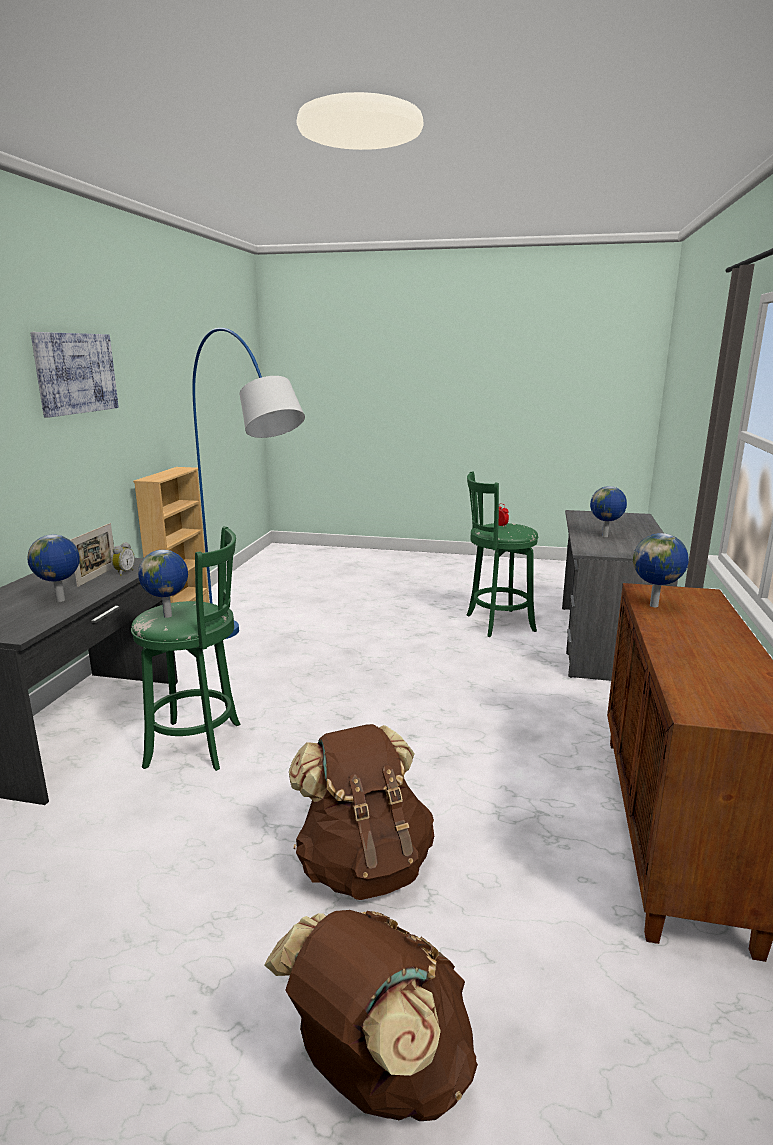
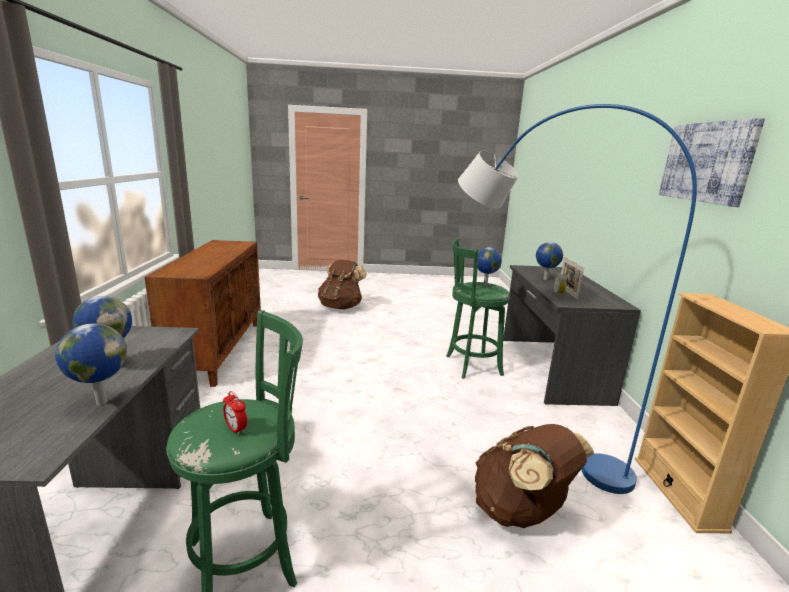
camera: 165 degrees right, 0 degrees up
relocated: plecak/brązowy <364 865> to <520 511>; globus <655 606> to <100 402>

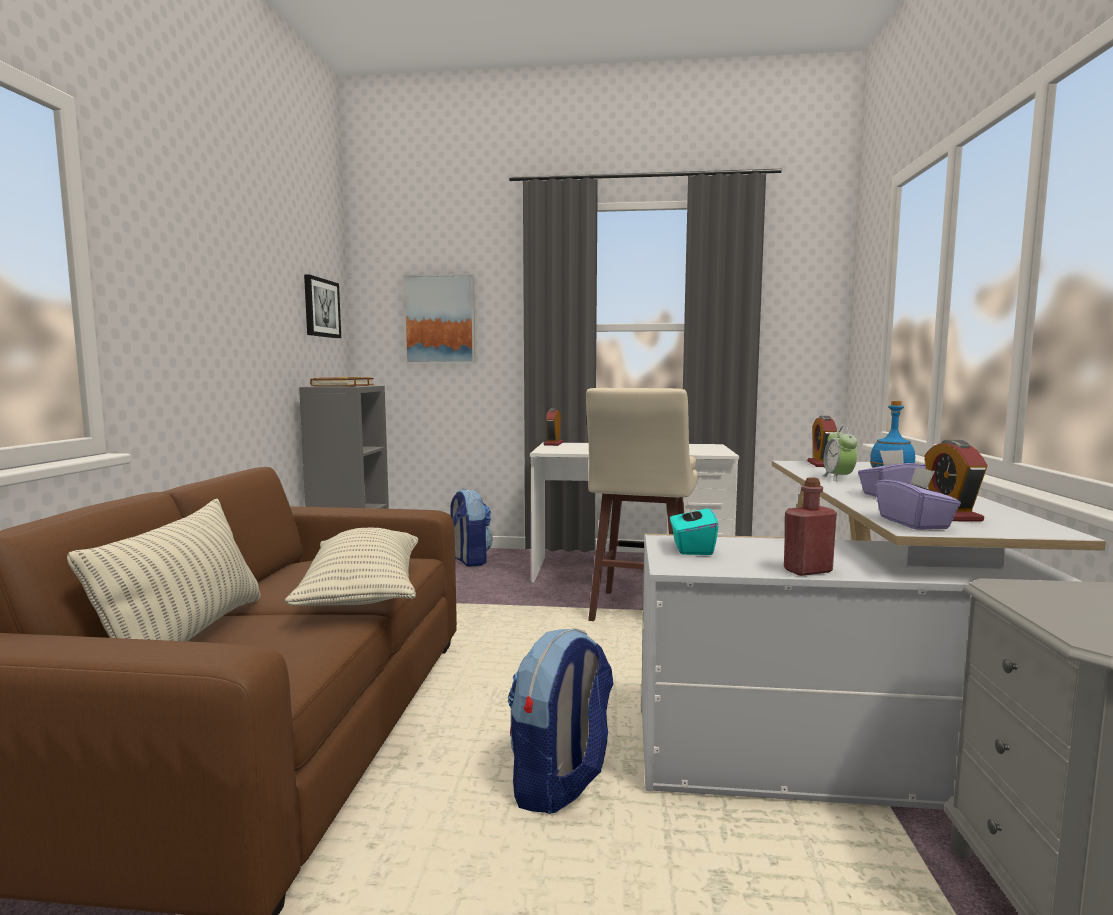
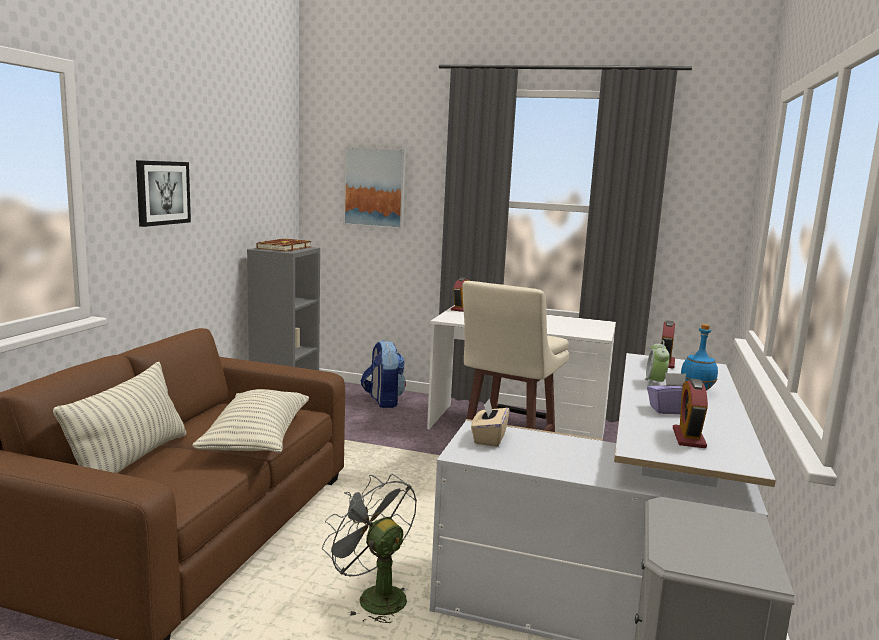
camera: 10 degrees right, 5 degrees up
missing: butelka/czerwony <807 571>; pudełko chusteczek/fioletowy <914 523>
relocated: obraz <321 308> to <162 192>
exchanged: plecak <561 784> to wentylator/szary <373 597>
colour: pudełko chusteczek/turkusowy <692 548> to pudełko chusteczek/beżowy <489 438>

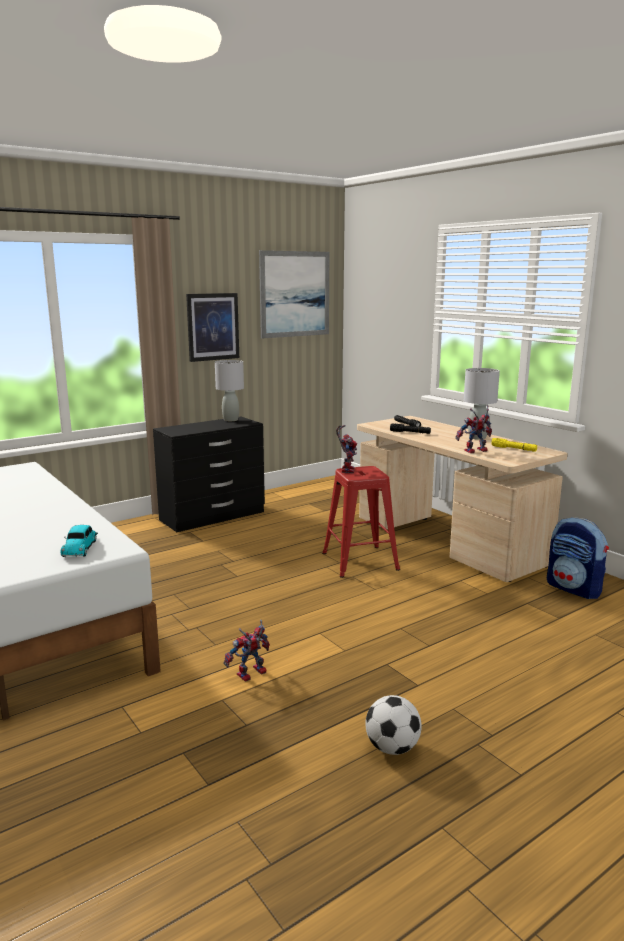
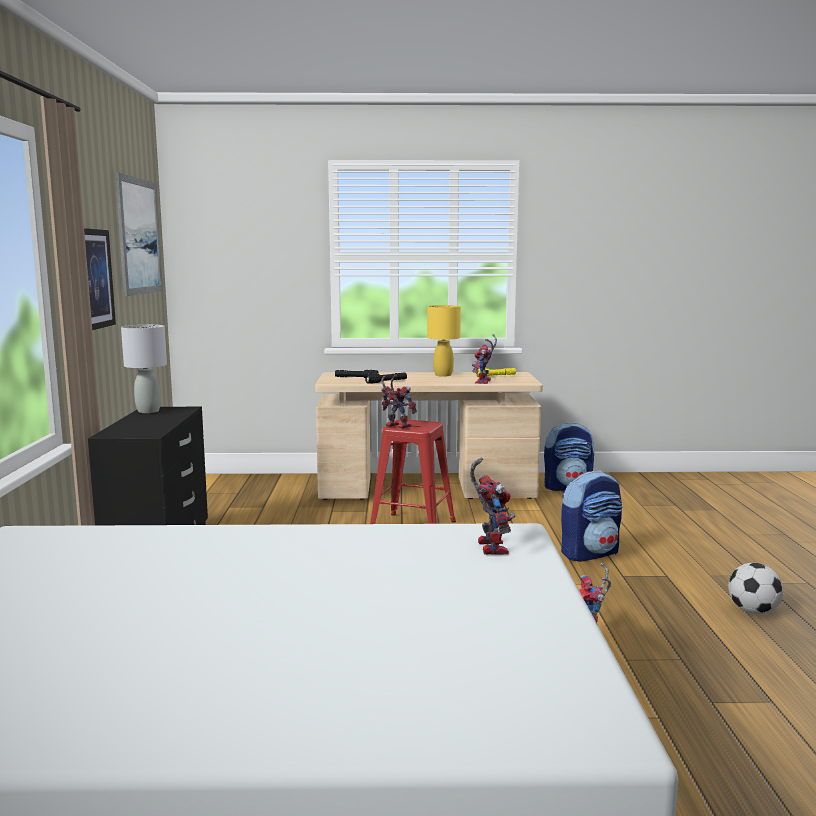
camera: 55 degrees left, 5 degrees down
appeared: plecak <590 553>
exchanged: samochodzik <80 548> to robot zabawkowy <488 546>
colour: lampa stołowa/szary <477 437> to lampa stołowa/żółty <442 375>

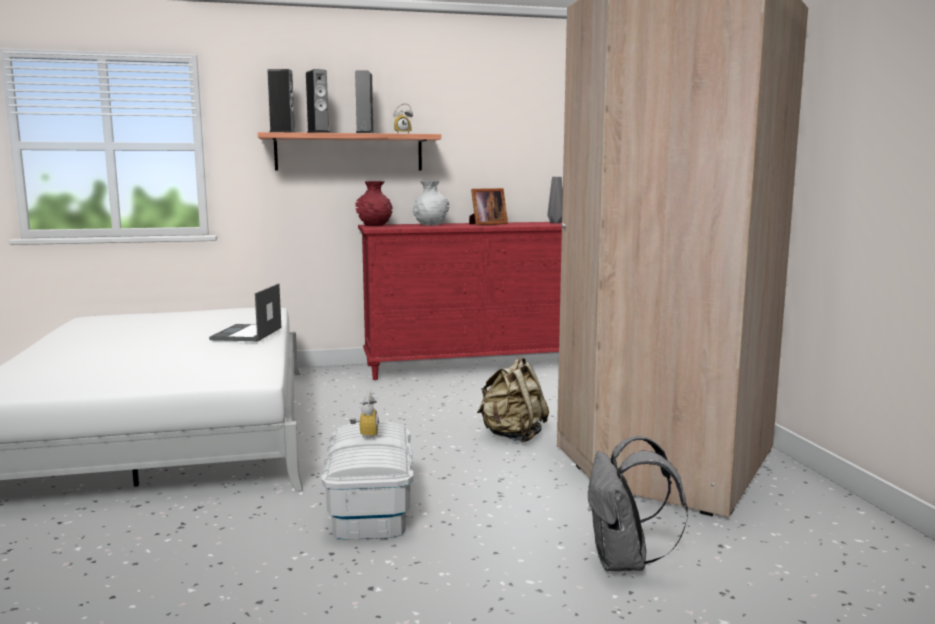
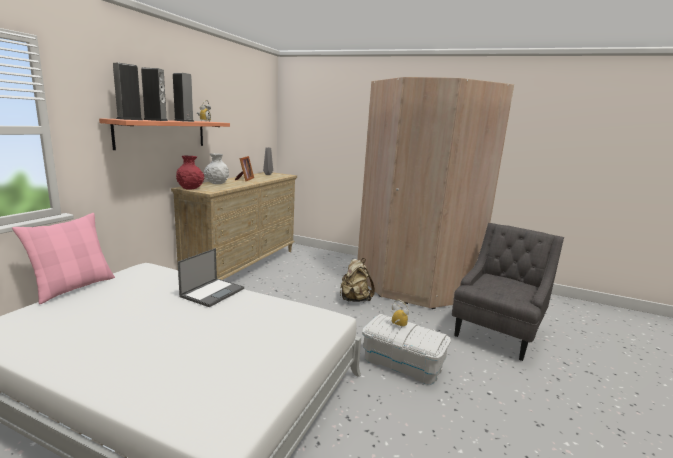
camera: 55 degrees left, 5 degrees up
appeared: poduszka/różowy <73 287>
exchanged: plecak/szary <624 562> to fotel/szary <497 332>
colour: komoda/czerwony <478 366> to komoda/beżowy <244 266>
spun: laptop <247 334> = <213 292> 105 degrees counterclockwise

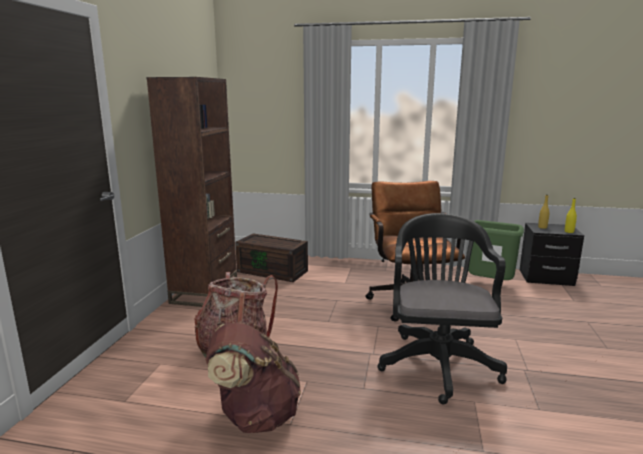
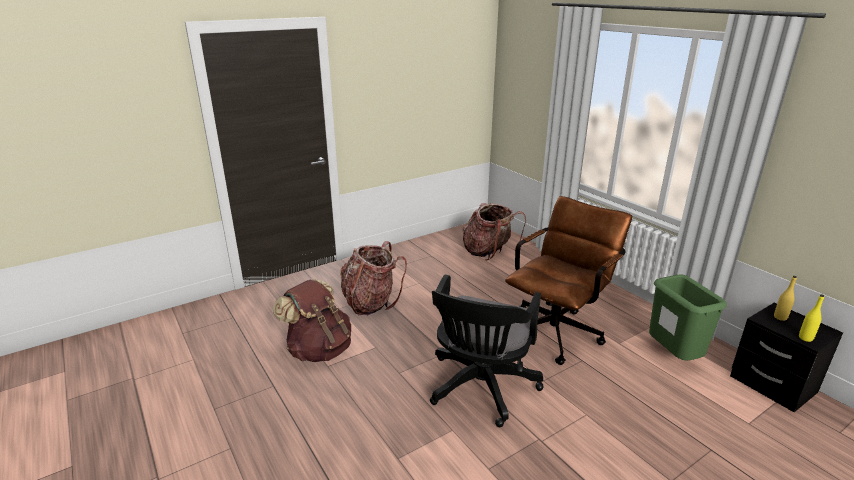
camera: 45 degrees right, 10 degrees up
missing: regał/brązowy <205 292>
exchanged: pojemnik do przechowywania/brązowy <273 271> to plecak <489 252>
spun: krzesło biurowe/czarny <438 362> = <480 389> 150 degrees clockwise

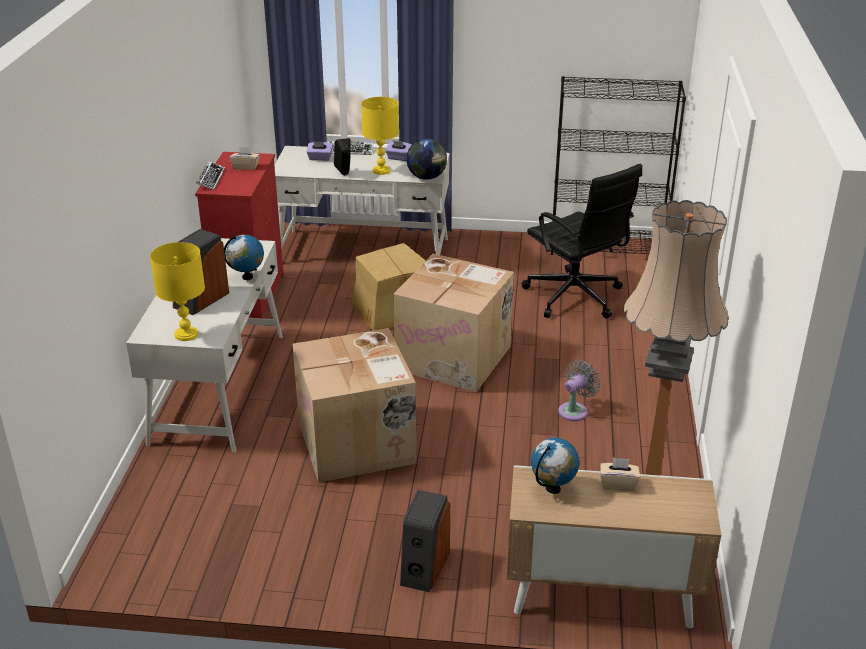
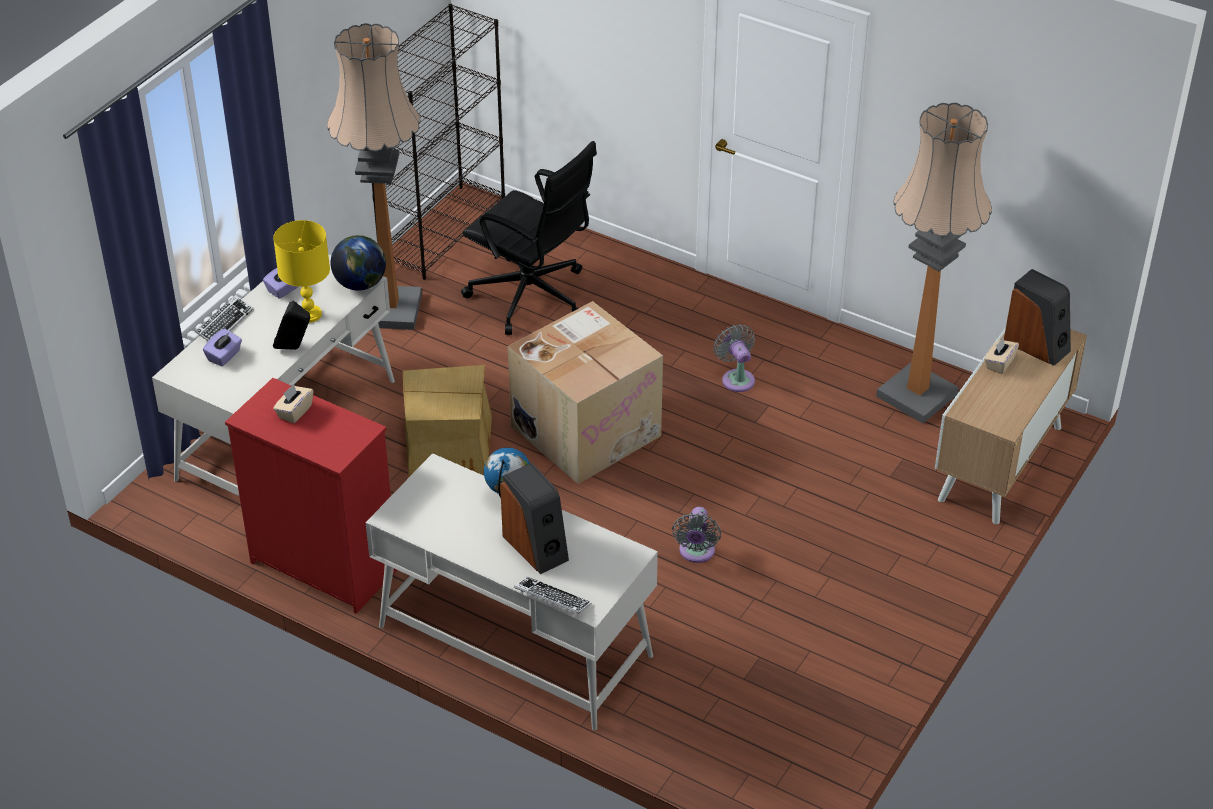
camera: 65 degrees left, 10 degrees up
missing: lampa stołowa/żółty <186 334>; globus <553 489>
appeared: lampa stojąca <390 310>
relocated: klawiatura <210 179> to <552 599>; głośnik <424 567> to <1037 345>
exchanged: karton <358 443> to wentylator/szary <696 553>
spun: krzesło biurowe/czarny <575 298> = <532 297> 45 degrees clockwise

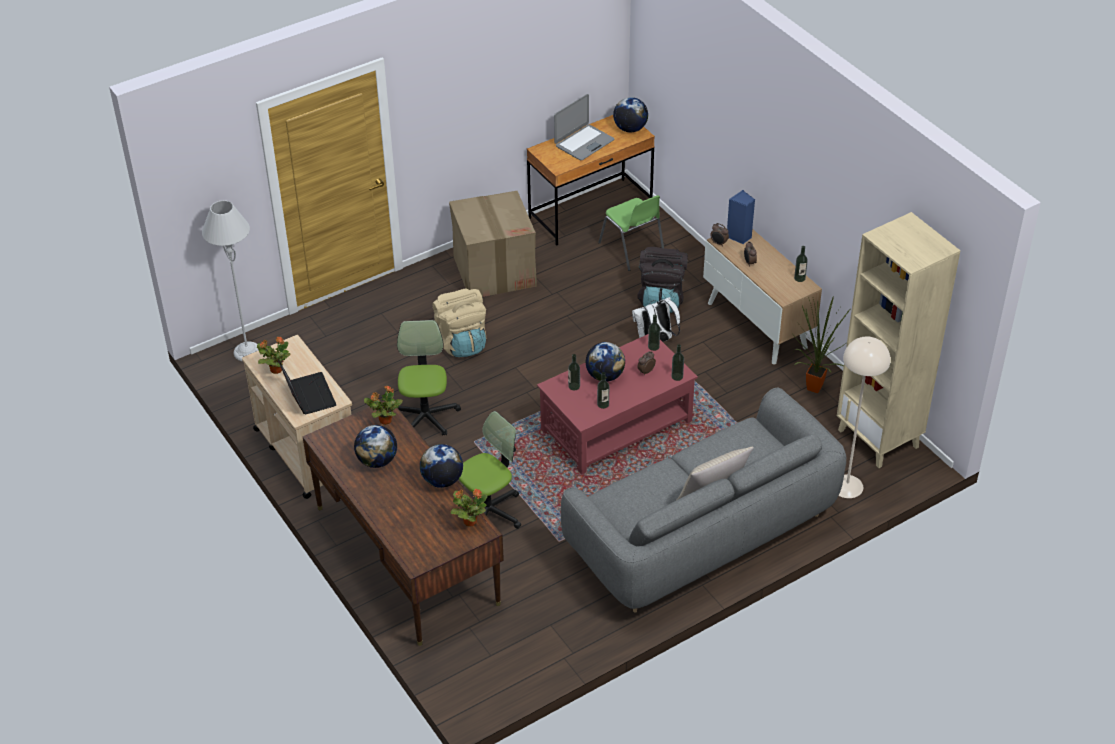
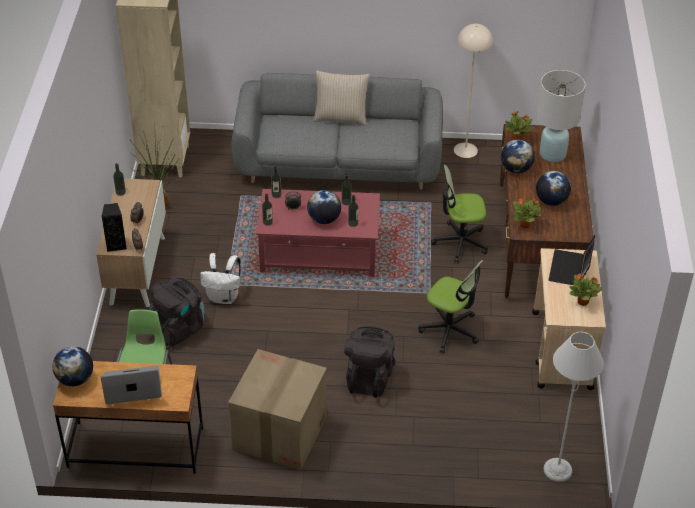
camera: 145 degrees left, 0 degrees up
appeared: lampa stołowa/biały <552 154>
relocated: lampa stojąca/beżowy <847 486> to <466 150>
colour: plecak/beżowy <462 342> to plecak/czarny <369 378>; głośnik/niebieski <739 237> to głośnik/czarny <116 244>
spun: krzesło biurowe <425 417> = <450 330> 90 degrees counterclockwise

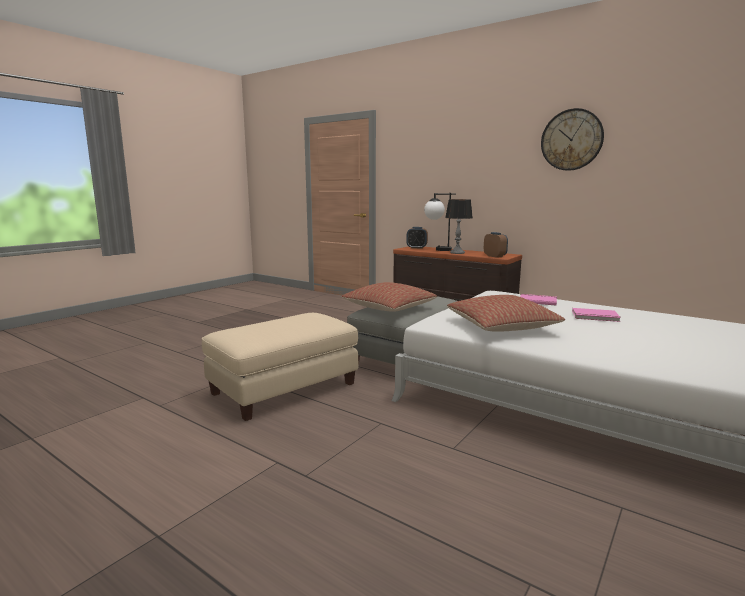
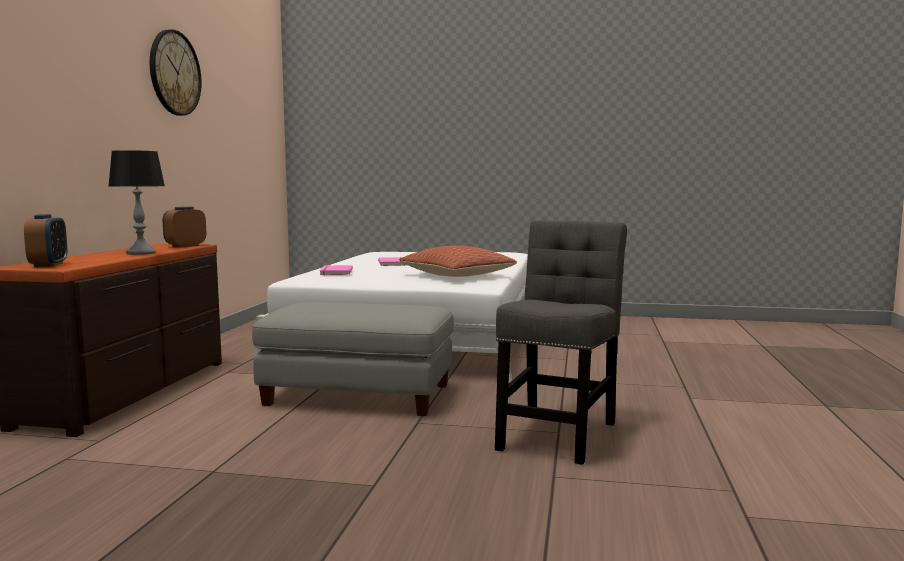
camera: 115 degrees left, 5 degrees down
missing: poduszka <389 308>; lampa stołowa <437 250>
exchanged: pufa/beżowy <283 389> to krzesło/szary <558 433>

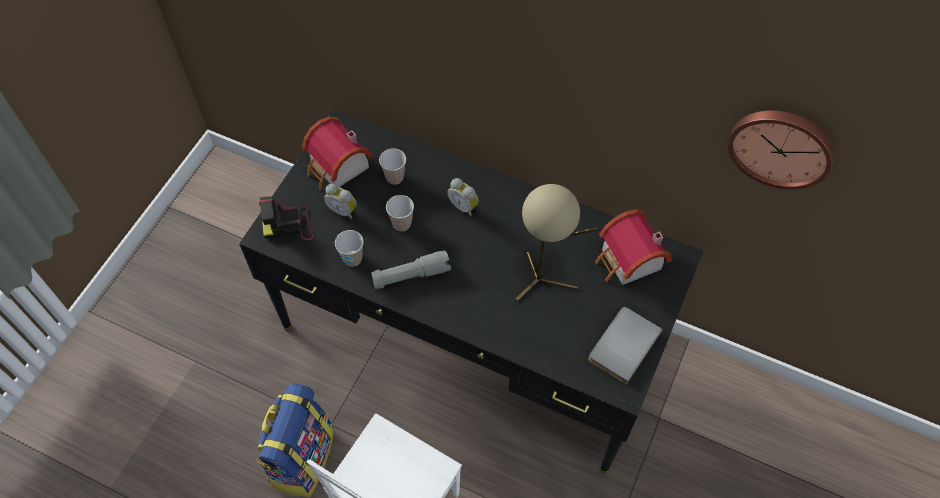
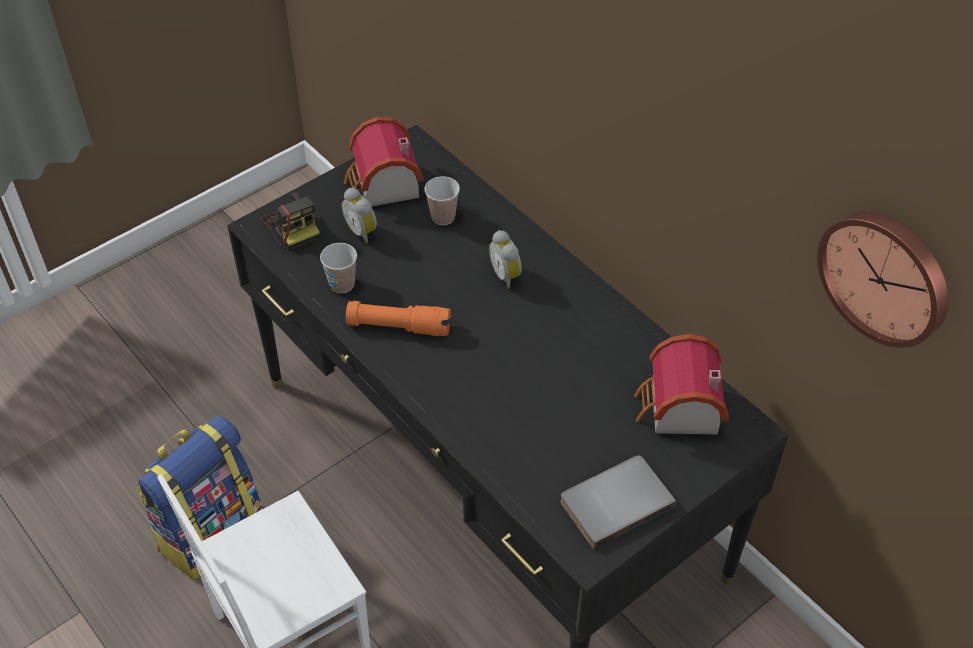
camera: 25 degrees right, 10 degrees down
missing: filiżanka <401 223>; lampa stołowa/beżowy <543 281>
colour: latarka/szary <411 275> to latarka/pomarańczowy <399 327>
spun: aparat fotograficzny <289 225> = <292 225> 135 degrees counterclockwise

